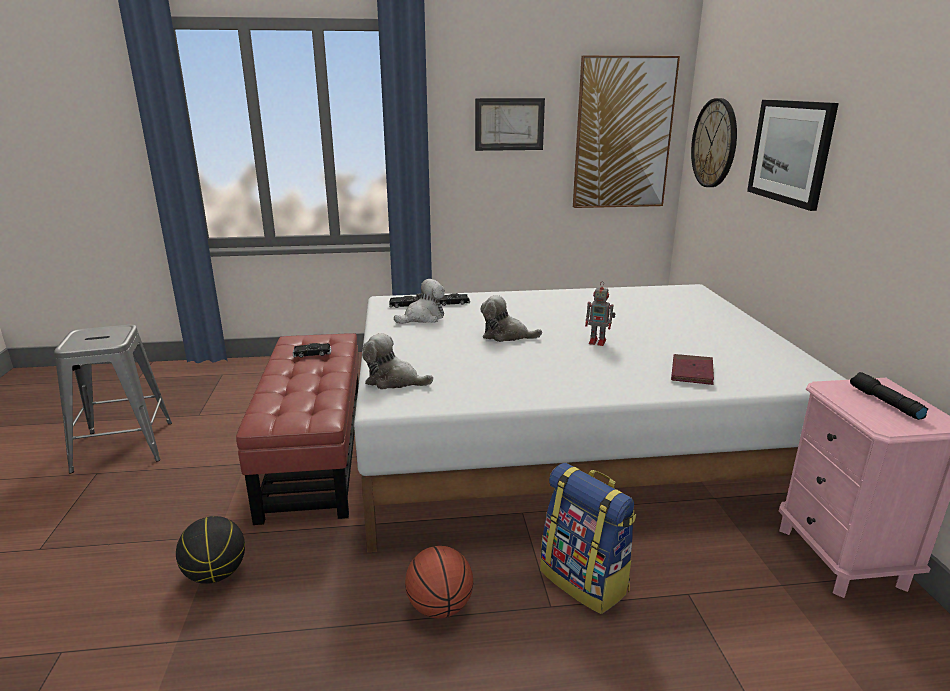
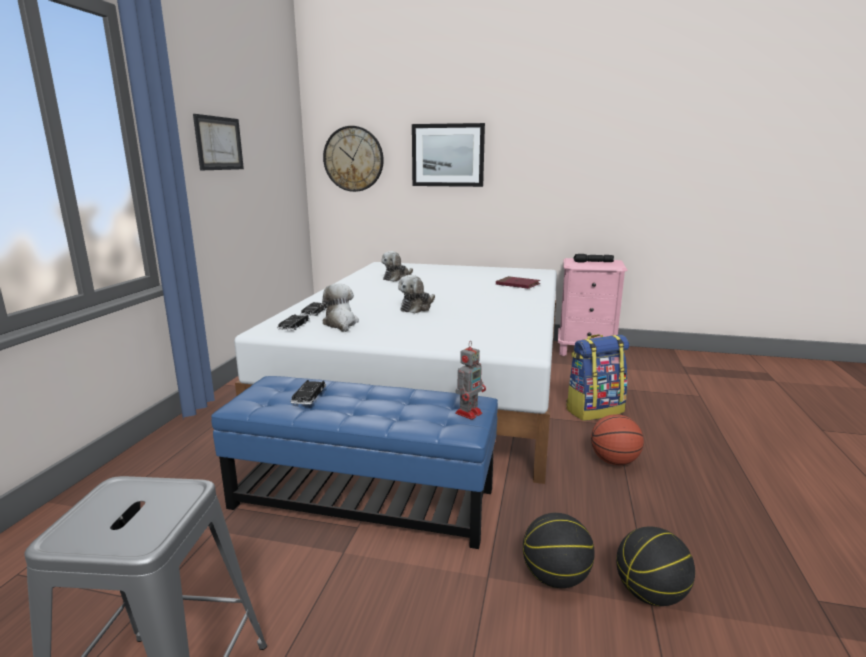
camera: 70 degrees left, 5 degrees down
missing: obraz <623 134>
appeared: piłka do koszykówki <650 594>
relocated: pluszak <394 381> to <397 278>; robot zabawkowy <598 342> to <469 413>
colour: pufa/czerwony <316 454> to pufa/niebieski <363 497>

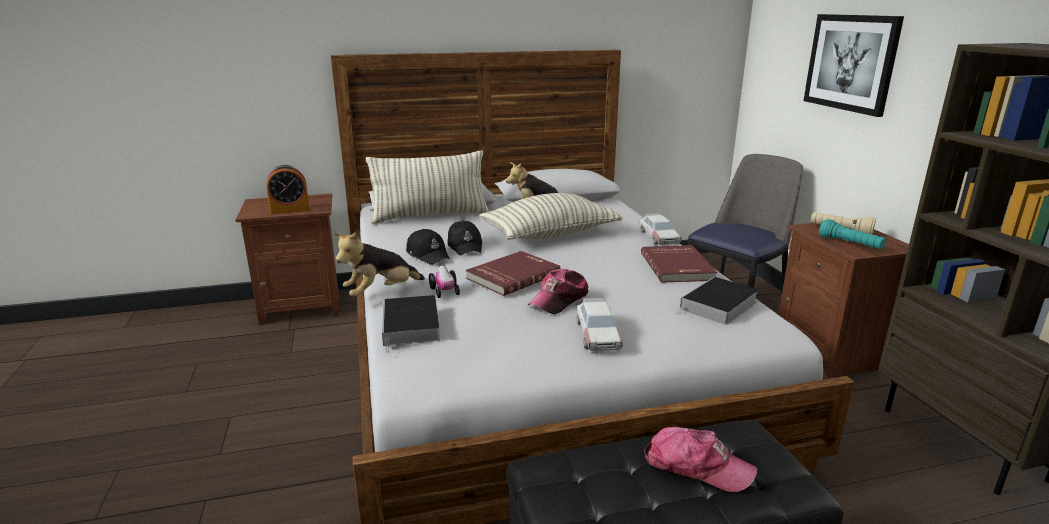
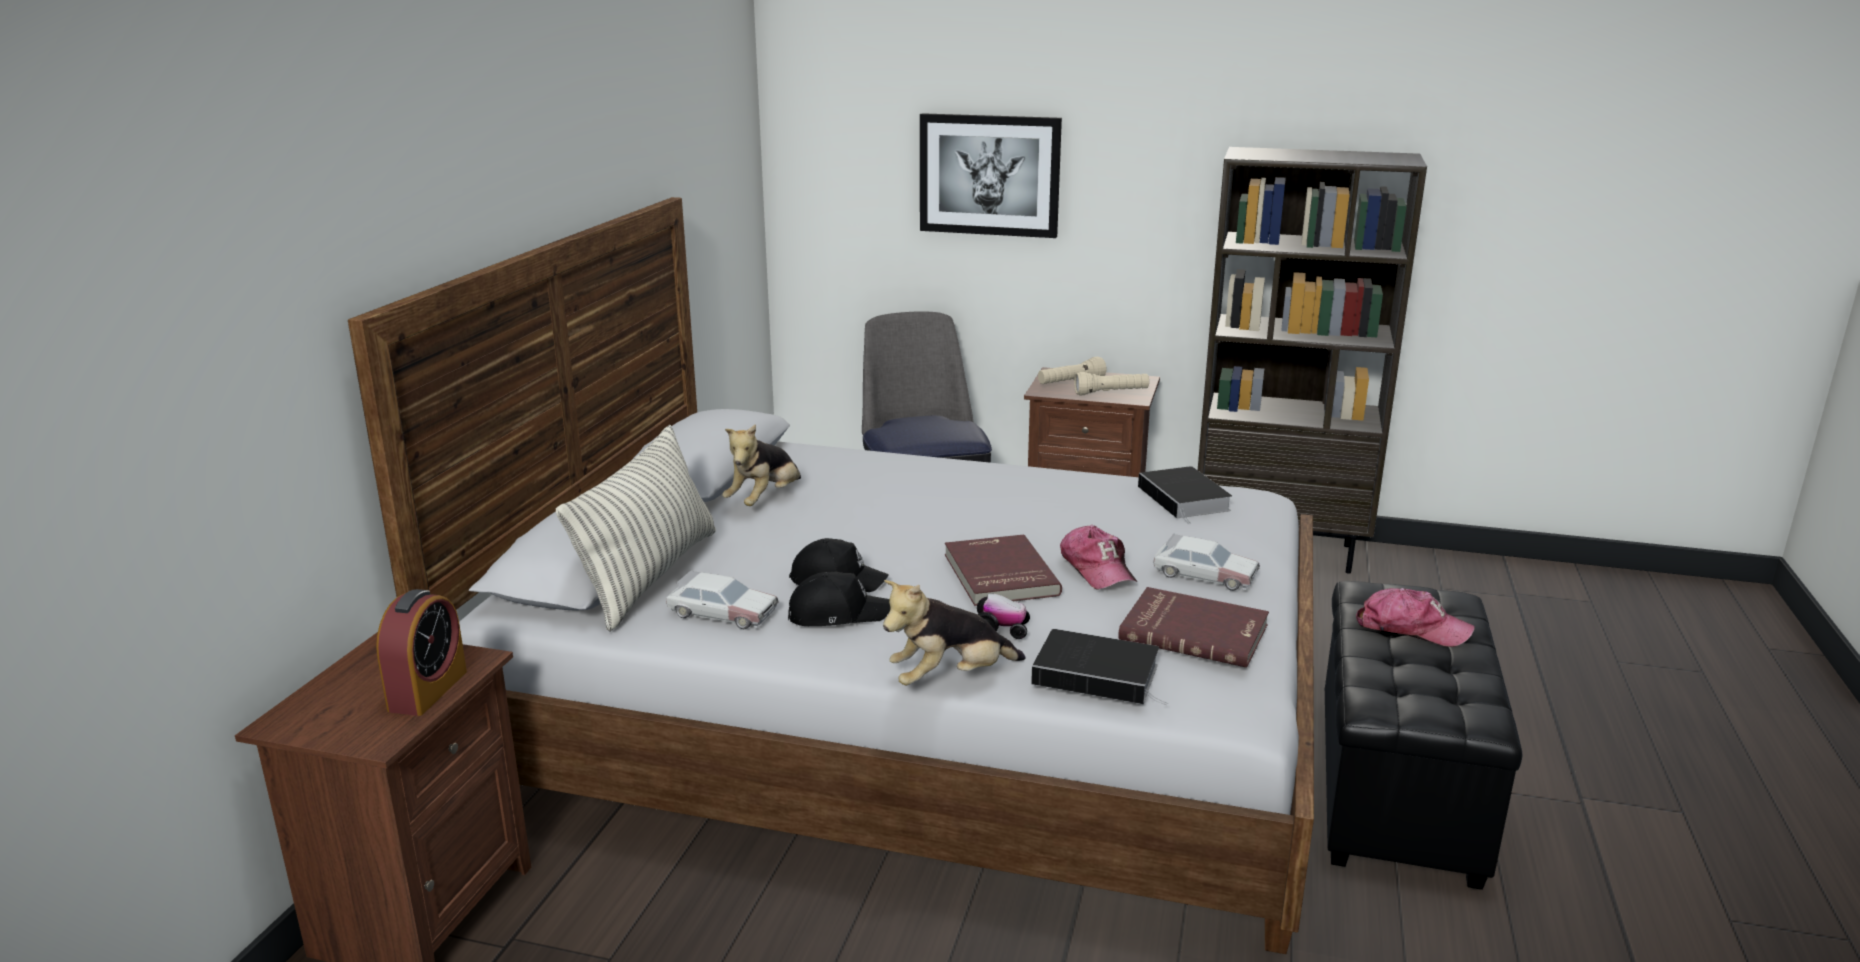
camera: 60 degrees left, 0 degrees up
missing: poduszka <550 235>
relocated: samochodzik <658 237> to <721 613>; książka/czerwony <678 267> to <1194 631>
colour: latarka/turkusowy <850 244> to latarka/beżowy <1111 393>
spun: pluszak <381 293> = <949 678> 75 degrees clockwise; czapka z daszkiem <696 466> = <1411 629> 60 degrees clockwise

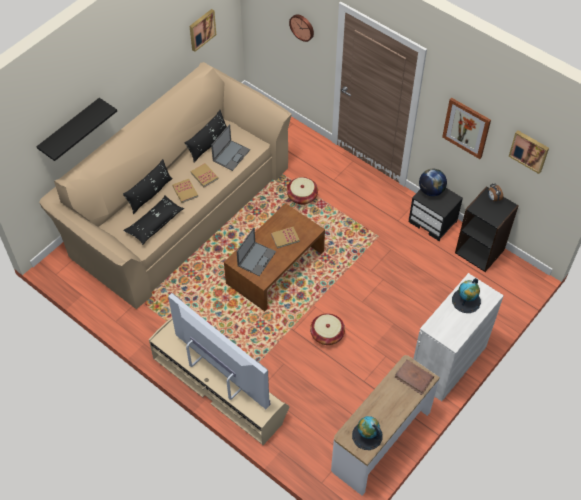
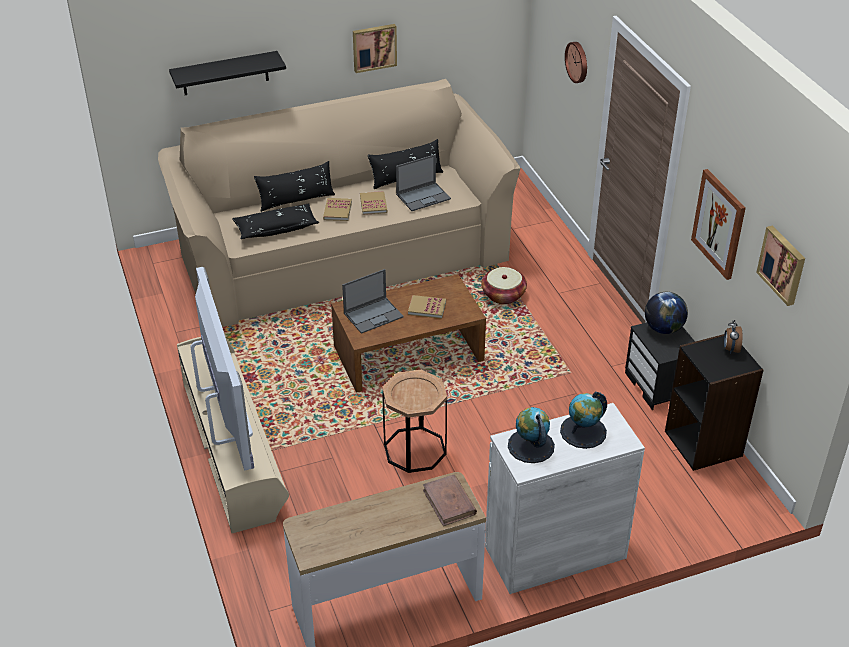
camera: 30 degrees right, 15 degrees down
relocated: obraz <201 29> to <374 47>; globus <367 436> to <530 446>
exchanged: koszyk <327 334> to stolik/brązowy <415 449>

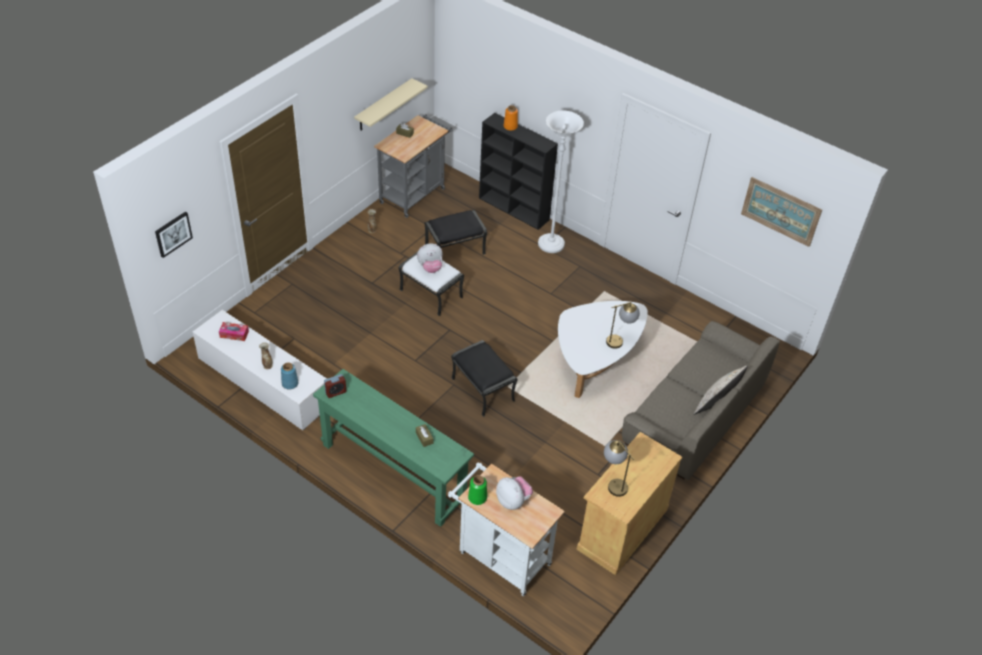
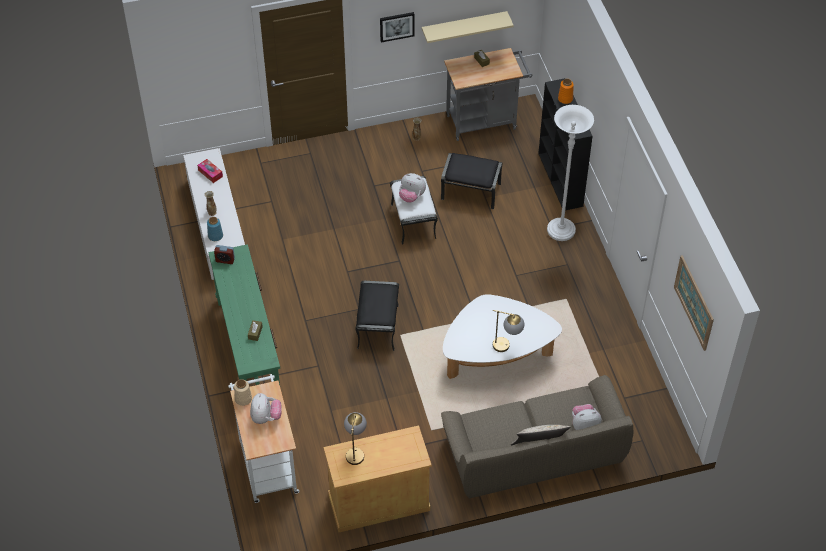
camera: 40 degrees right, 5 degrees up
appeared: pluszak <584 426>
relocated: obraz <173 234> to <397 26>
colour: wazon/zielony <477 497> to wazon/beżowy <243 398>

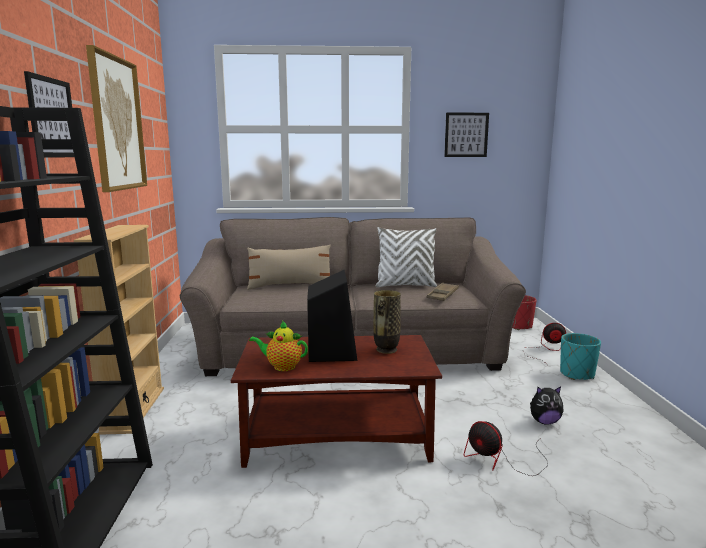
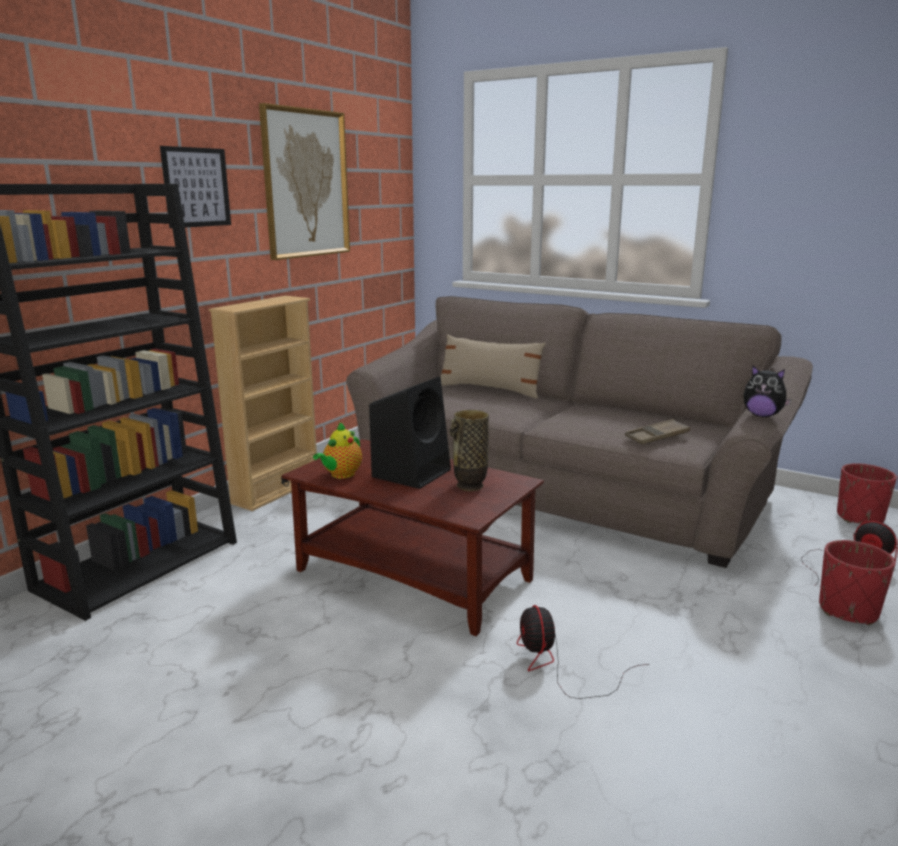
camera: 35 degrees right, 5 degrees up
missing: poduszka/biały <405 285>; obraz <466 135>
relocated: pluszak <544 421> to <762 415>
colour: donica/turkusowy <577 374> to donica/czerwony <848 610>
spun: imbryk <282 366> = <341 475> 105 degrees counterclockwise

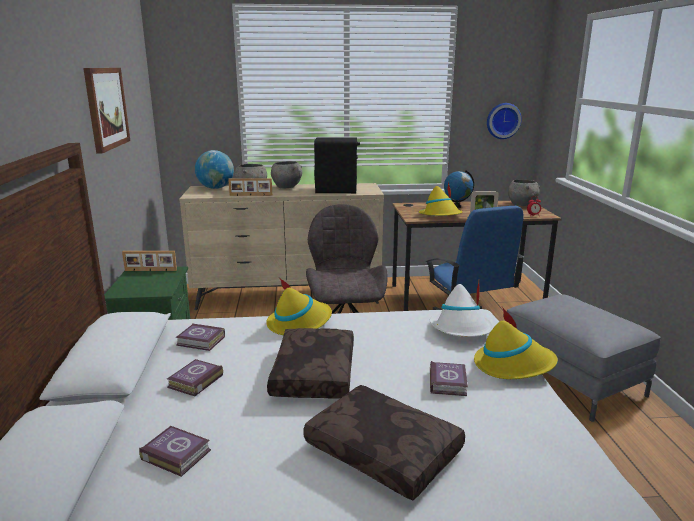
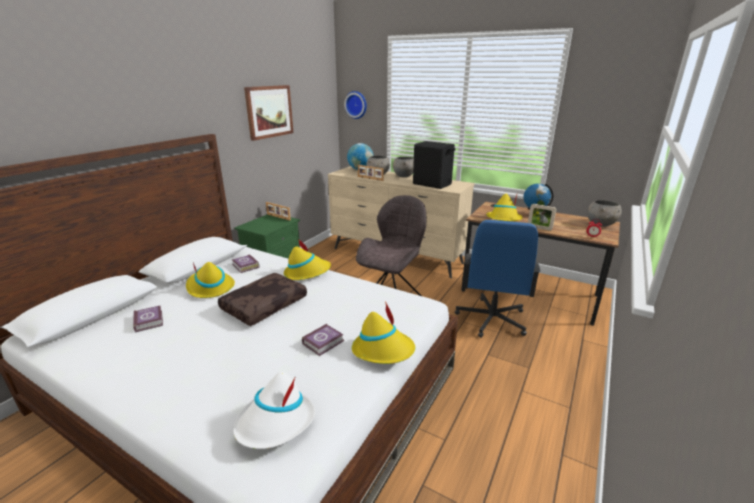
camera: 35 degrees right, 5 degrees up
missing: poduszka/brązowy <385 451>; pufa/szary <570 379>
relocated: kapelusz/biały <461 329> to <275 422>; zegar ścienny <502 120> to <356 105>
exchanged: książka <194 381> to kapelusz/żółty <210 287>

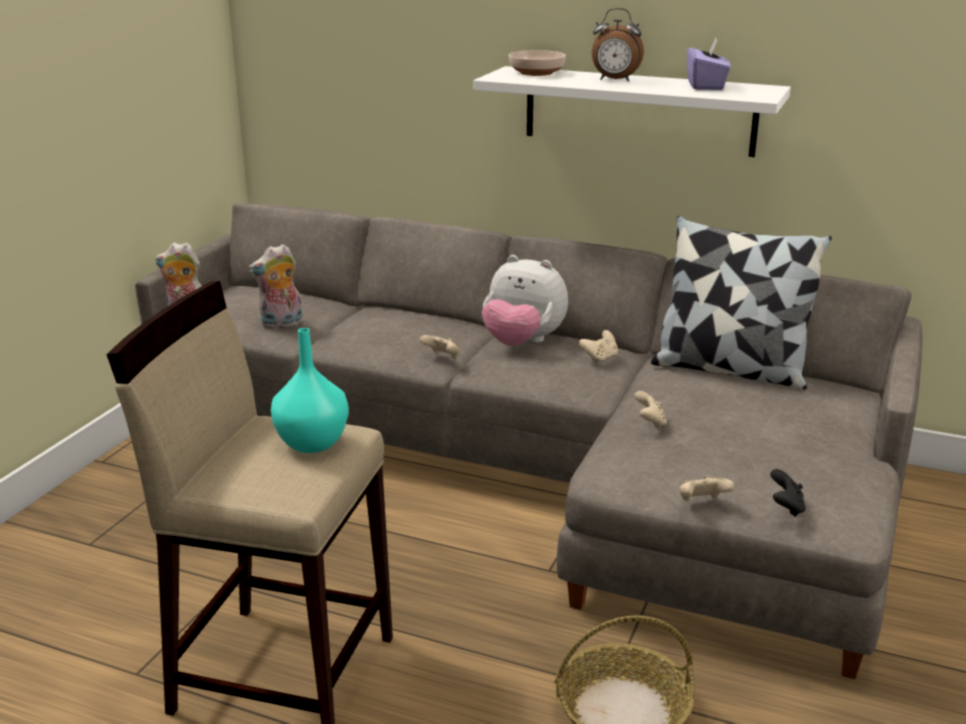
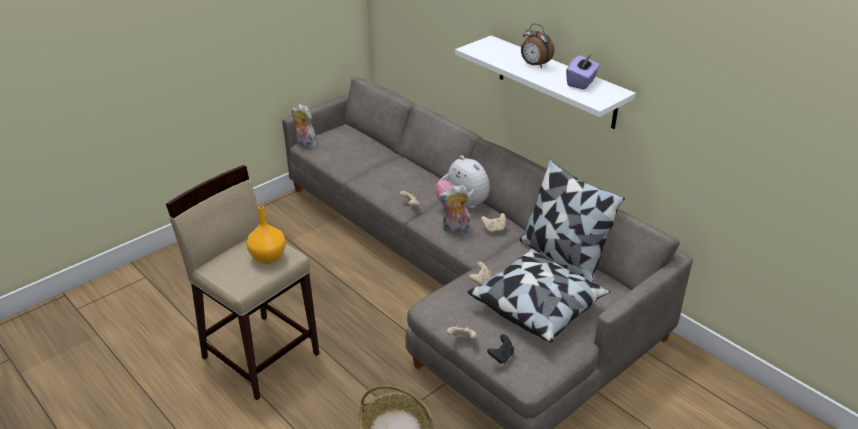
camera: 25 degrees right, 10 degrees up
missing: miska <537 73>
appeared: poduszka <537 306>
relocated: pluszak <281 325> to <455 230>
colour: wazon/turkusowy <313 443> to wazon/pomarańczowy <268 258>

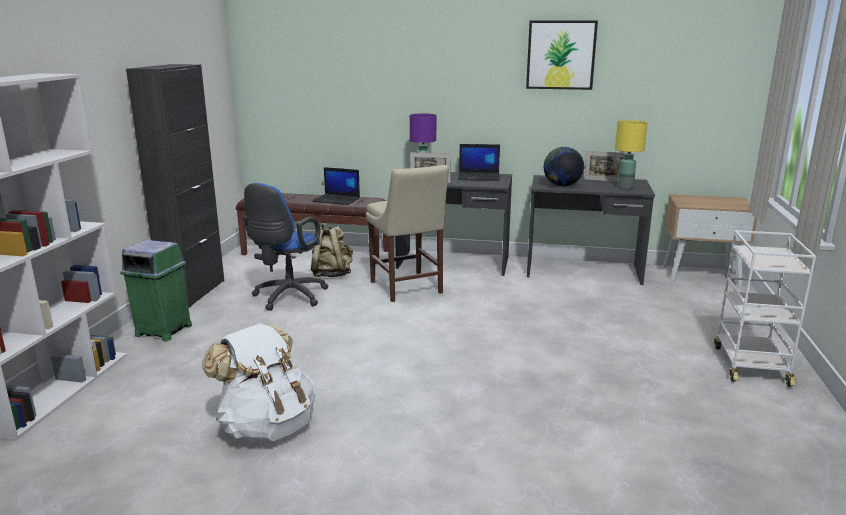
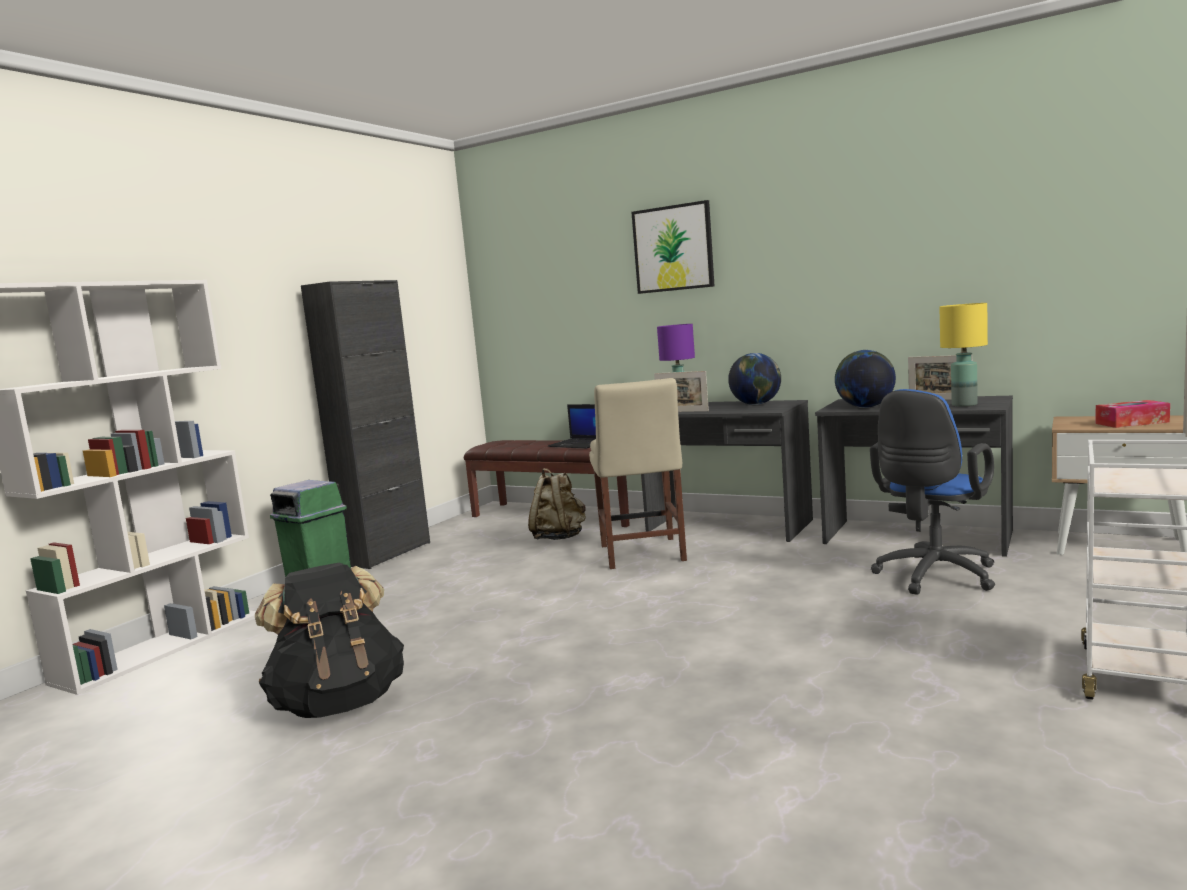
camera: 20 degrees right, 10 degrees down
appeared: pudełko chusteczek <1131 423>
relocated: krzesło biurowe/niebieski <287 298> to <932 577>; obraz <561 55> to <673 248>
exchanged: laptop <479 177> to globus <756 404>
colour: plecak/biały <267 426> to plecak/czarny <339 703>

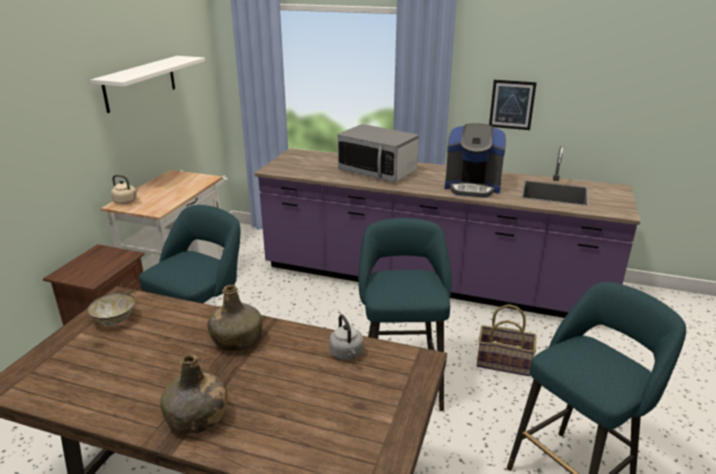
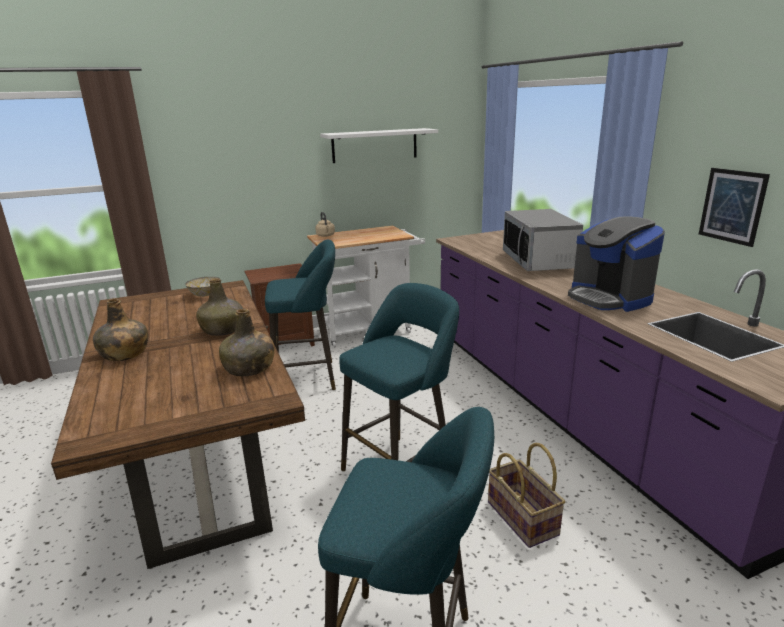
camera: 50 degrees right, 5 degrees down
exchanged: czajnik/szary <347 354> to butelka/zielony <249 368>

